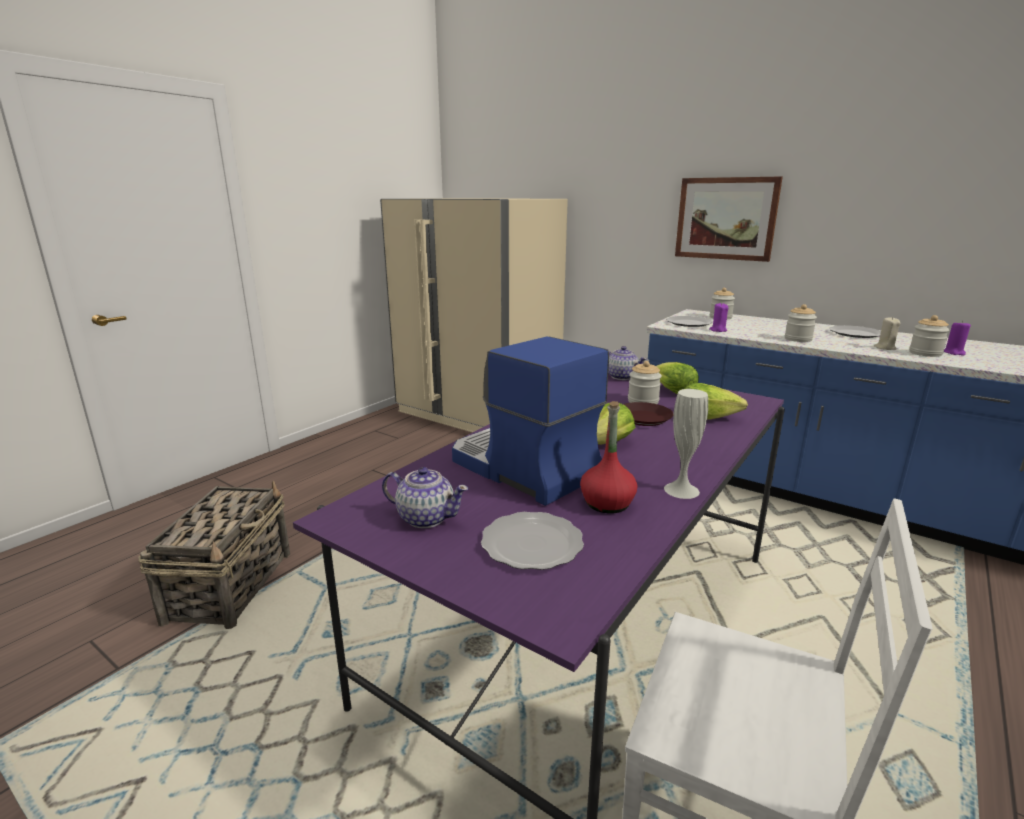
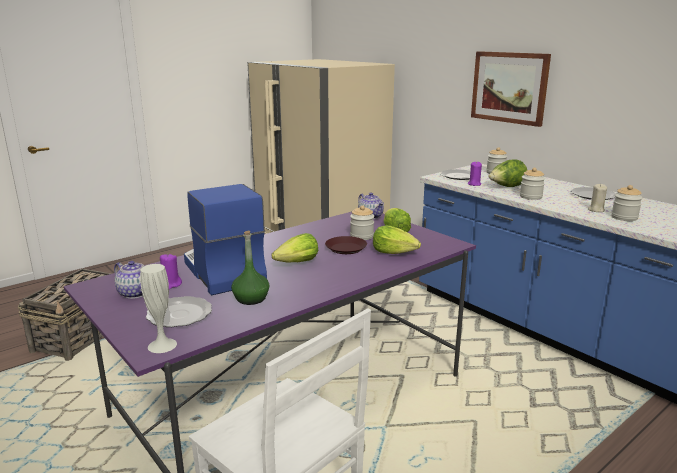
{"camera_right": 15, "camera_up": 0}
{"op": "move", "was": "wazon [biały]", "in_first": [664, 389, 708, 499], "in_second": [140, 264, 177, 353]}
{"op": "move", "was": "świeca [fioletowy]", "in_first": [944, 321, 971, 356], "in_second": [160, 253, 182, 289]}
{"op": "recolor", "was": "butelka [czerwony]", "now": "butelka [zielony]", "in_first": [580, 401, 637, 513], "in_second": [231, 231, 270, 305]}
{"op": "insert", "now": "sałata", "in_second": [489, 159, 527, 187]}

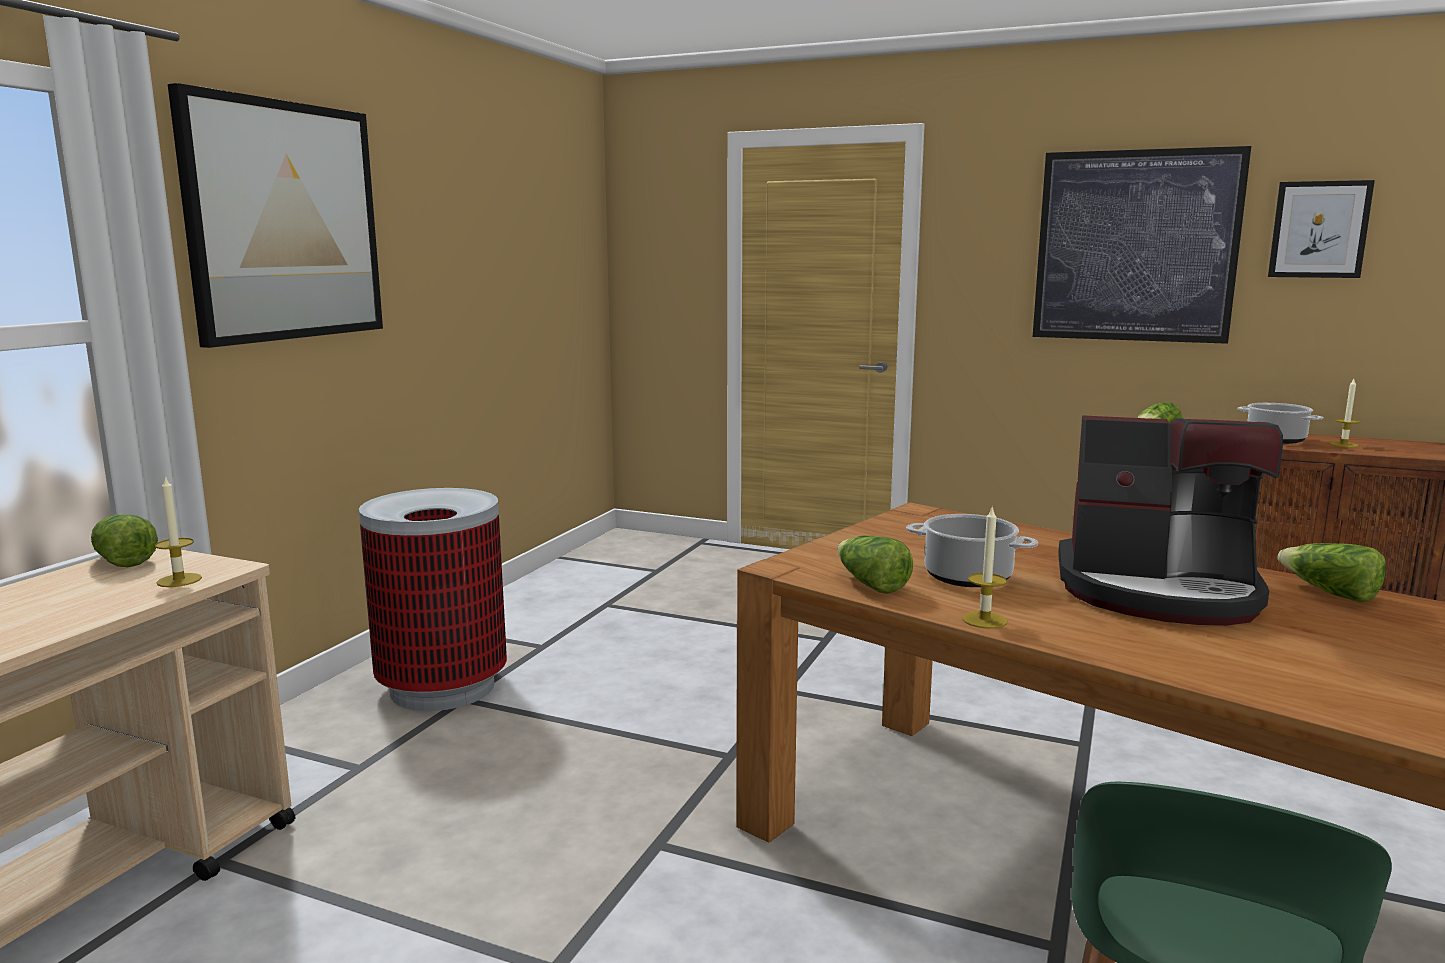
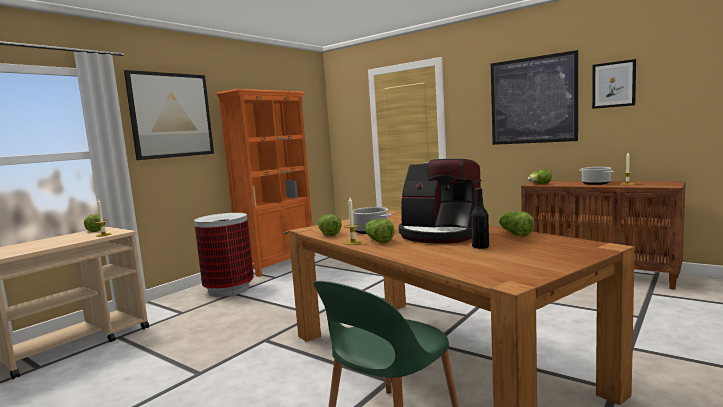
{"camera_right": 15, "camera_up": -5}
{"op": "insert", "now": "regał [pomarańczowy]", "in_second": [216, 89, 315, 277]}
{"op": "insert", "now": "sałata", "in_second": [365, 219, 395, 243]}
{"op": "insert", "now": "butelka [czarny]", "in_second": [471, 188, 489, 249]}

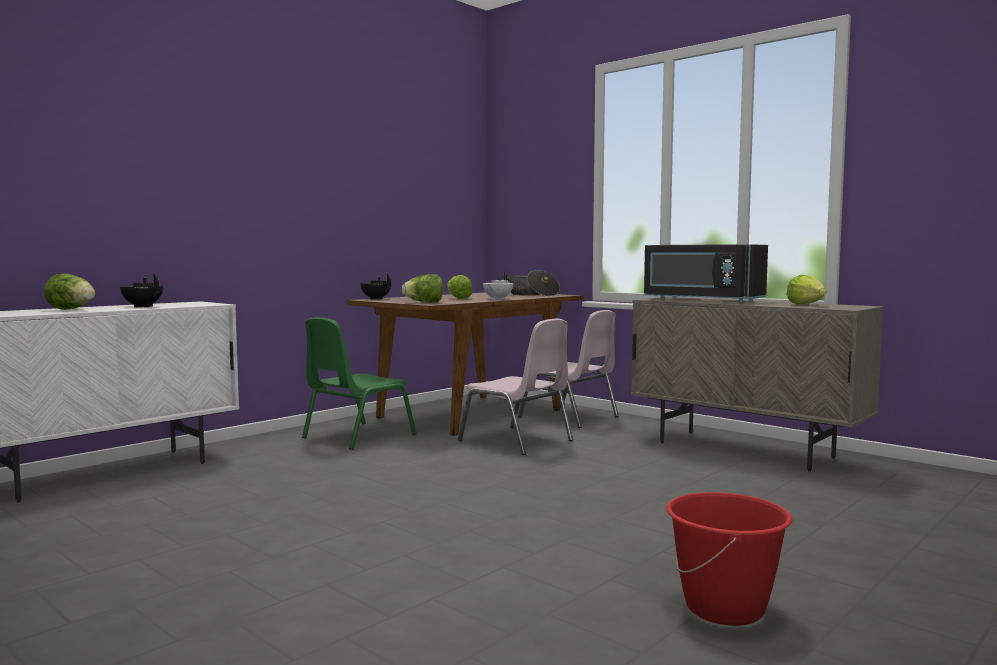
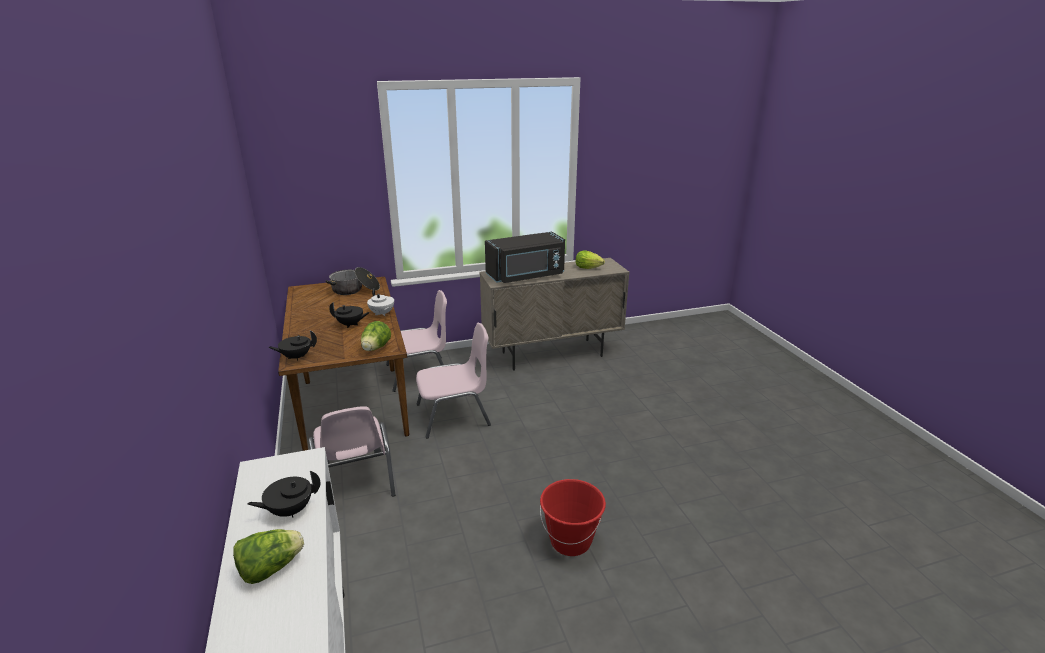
{"camera_right": -60, "camera_up": 20}
{"op": "recolor", "was": "krzesło [zielony]", "now": "krzesło [różowy]", "in_first": [302, 317, 416, 450], "in_second": [309, 406, 395, 497]}
{"op": "replace", "was": "sałata", "now": "imbryk [czarny]", "in_first": [447, 275, 472, 299], "in_second": [329, 302, 370, 328]}
{"op": "move", "was": "wiadro [czerwony]", "in_first": [666, 492, 792, 626], "in_second": [540, 479, 606, 556]}

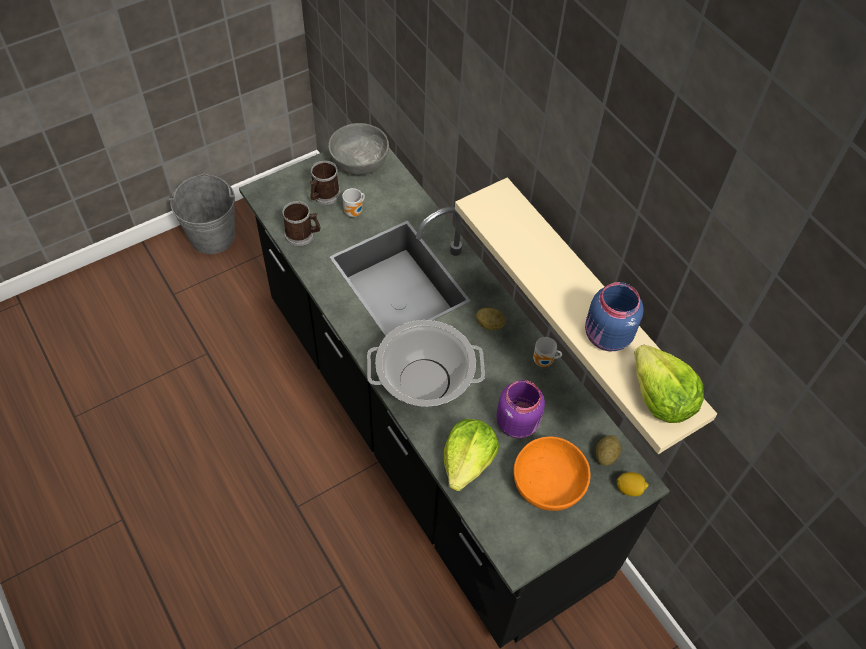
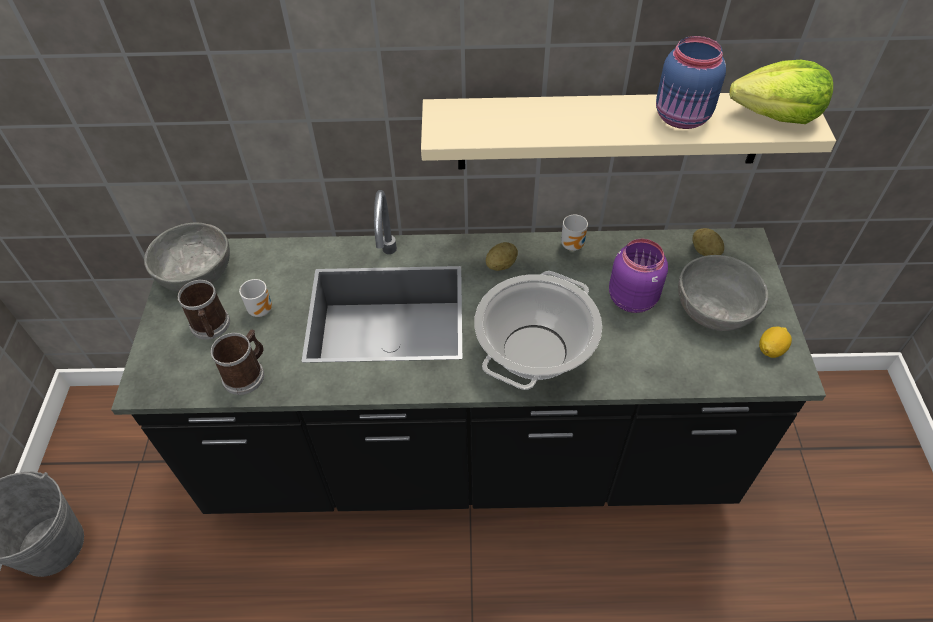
{"camera_right": -55, "camera_up": -5}
{"op": "recolor", "was": "miska [pomarańczowy]", "now": "miska [szary]", "in_first": [513, 437, 590, 511], "in_second": [678, 255, 768, 331]}
{"op": "move", "was": "cytryna", "in_first": [617, 472, 649, 497], "in_second": [759, 327, 792, 358]}
{"op": "delete", "was": "sałata", "in_first": [444, 419, 499, 491]}

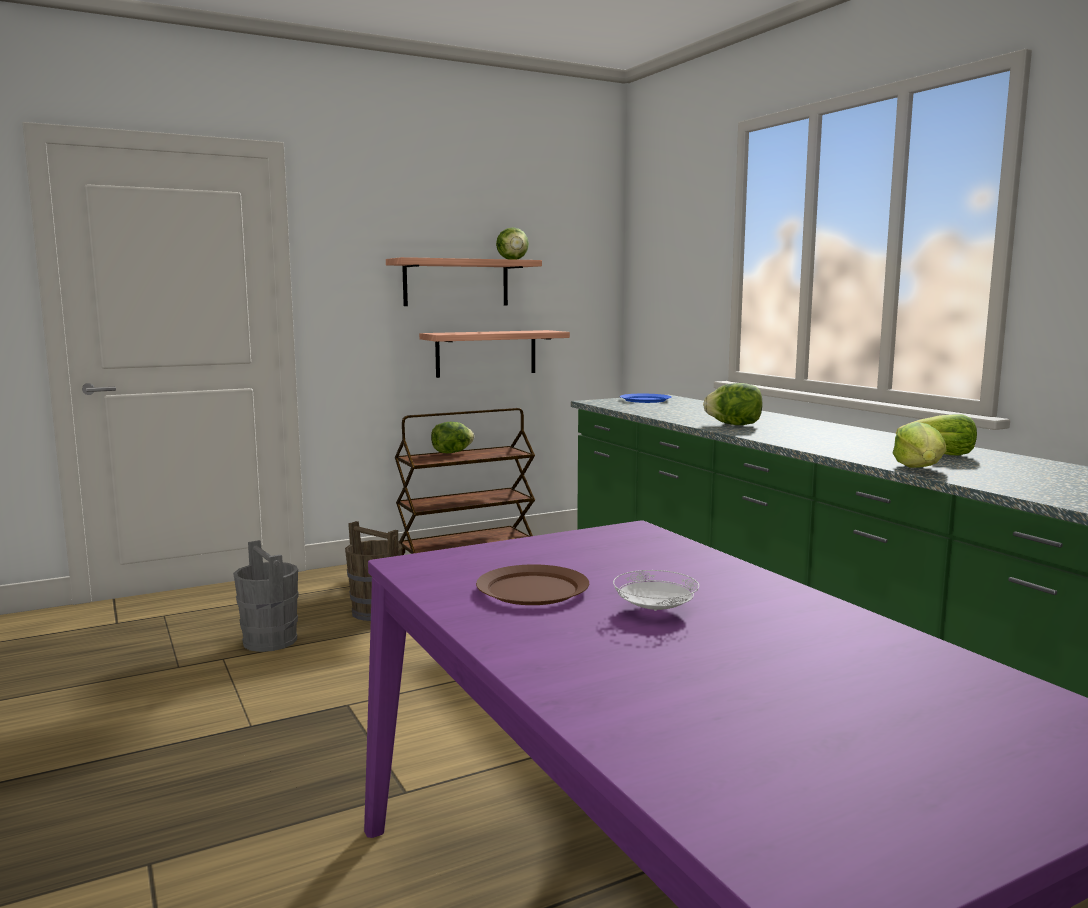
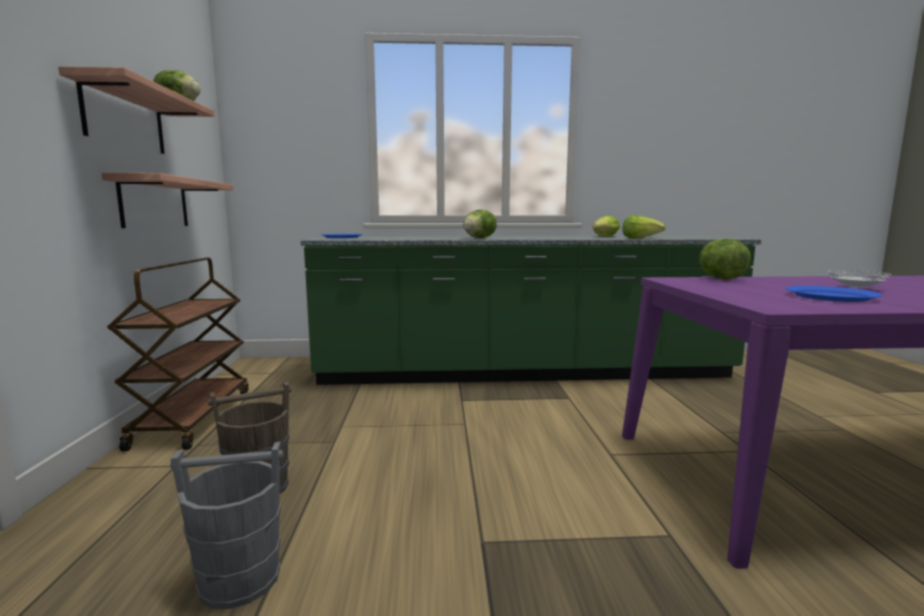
{"camera_right": -65, "camera_up": 0}
{"op": "move", "was": "sałata", "in_first": [431, 422, 474, 453], "in_second": [699, 238, 751, 280]}
{"op": "recolor", "was": "talerz [brązowy]", "now": "talerz [niebieski]", "in_first": [476, 564, 589, 605], "in_second": [786, 286, 883, 302]}

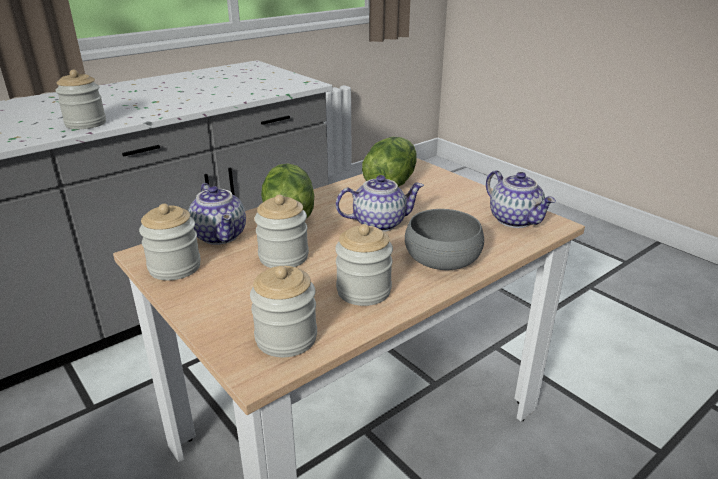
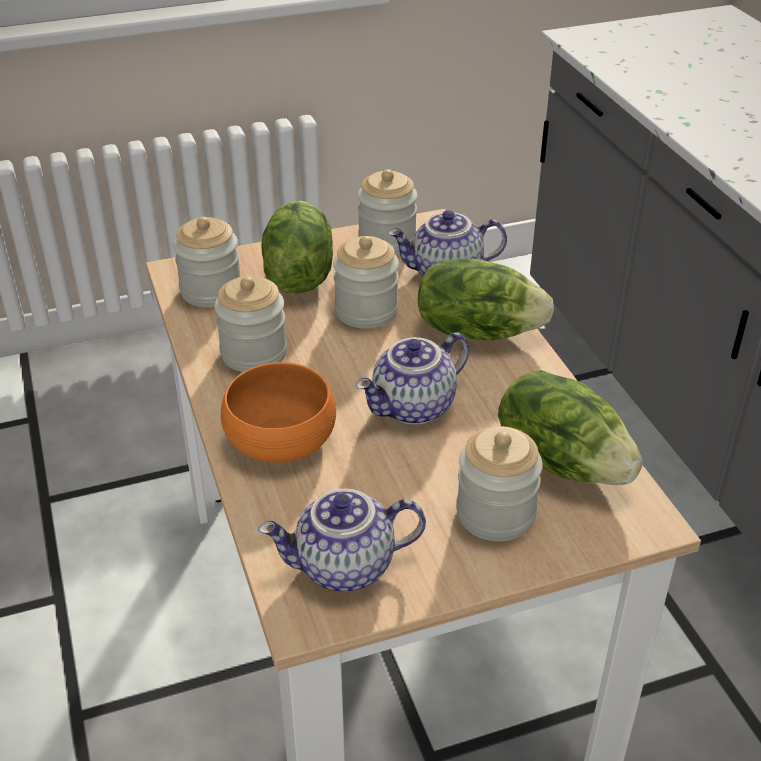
{"camera_right": 110, "camera_up": 10}
{"op": "recolor", "was": "miska [szary]", "now": "miska [pomarańczowy]", "in_first": [405, 209, 484, 270], "in_second": [221, 362, 336, 463]}
{"op": "insert", "now": "sałata", "in_second": [261, 201, 333, 293]}
{"op": "rotate", "was": "imbryk", "in_first": [336, 175, 424, 232], "in_second": [356, 332, 469, 425], "clockwise": 45}
{"op": "move", "was": "słoik", "in_first": [55, 70, 106, 129], "in_second": [456, 426, 543, 542]}

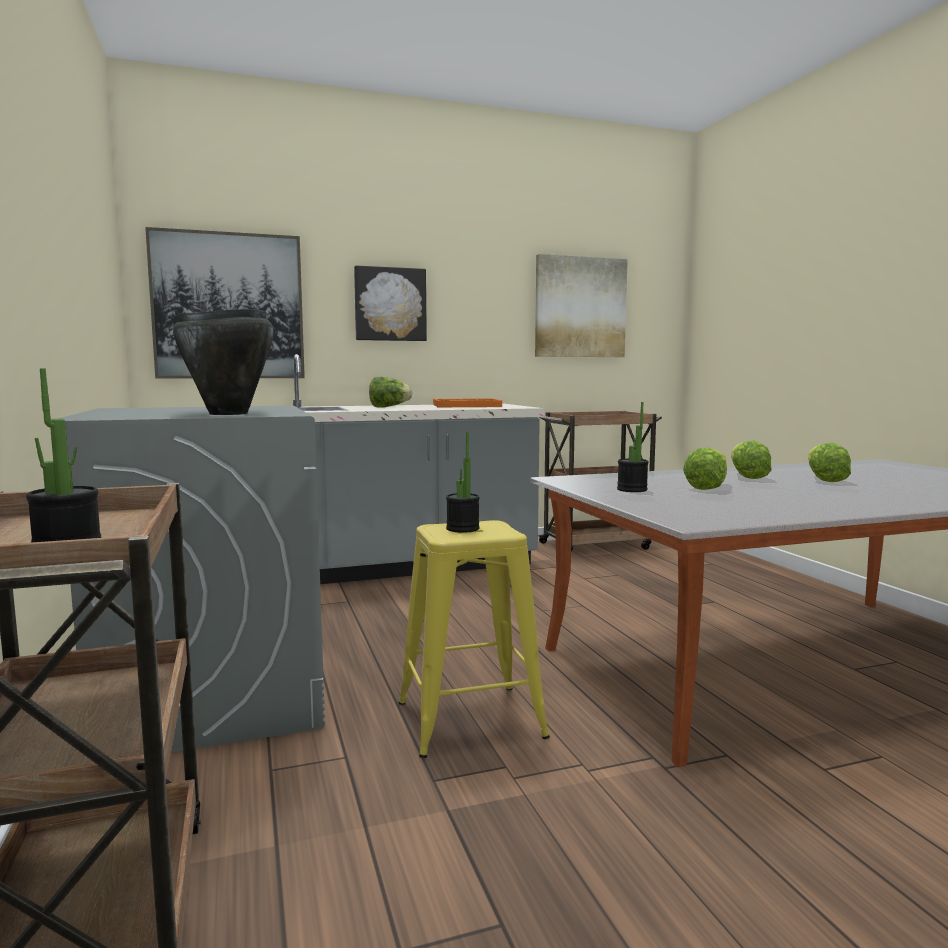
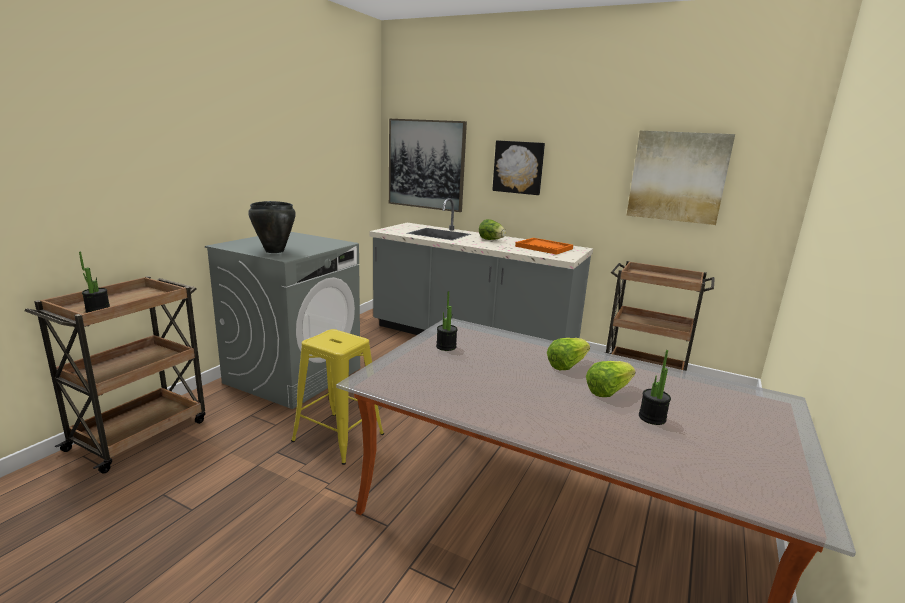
{"camera_right": 45, "camera_up": 10}
{"op": "move", "was": "roślina doniczkowa", "in_first": [446, 431, 480, 533], "in_second": [639, 350, 671, 425]}
{"op": "delete", "was": "sałata", "in_first": [683, 448, 727, 490]}

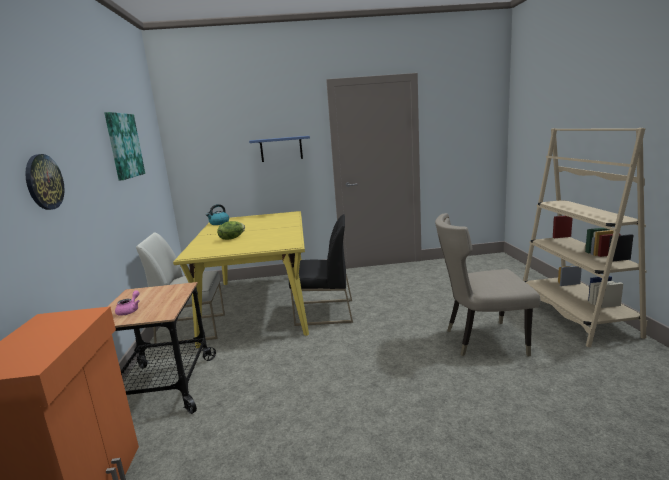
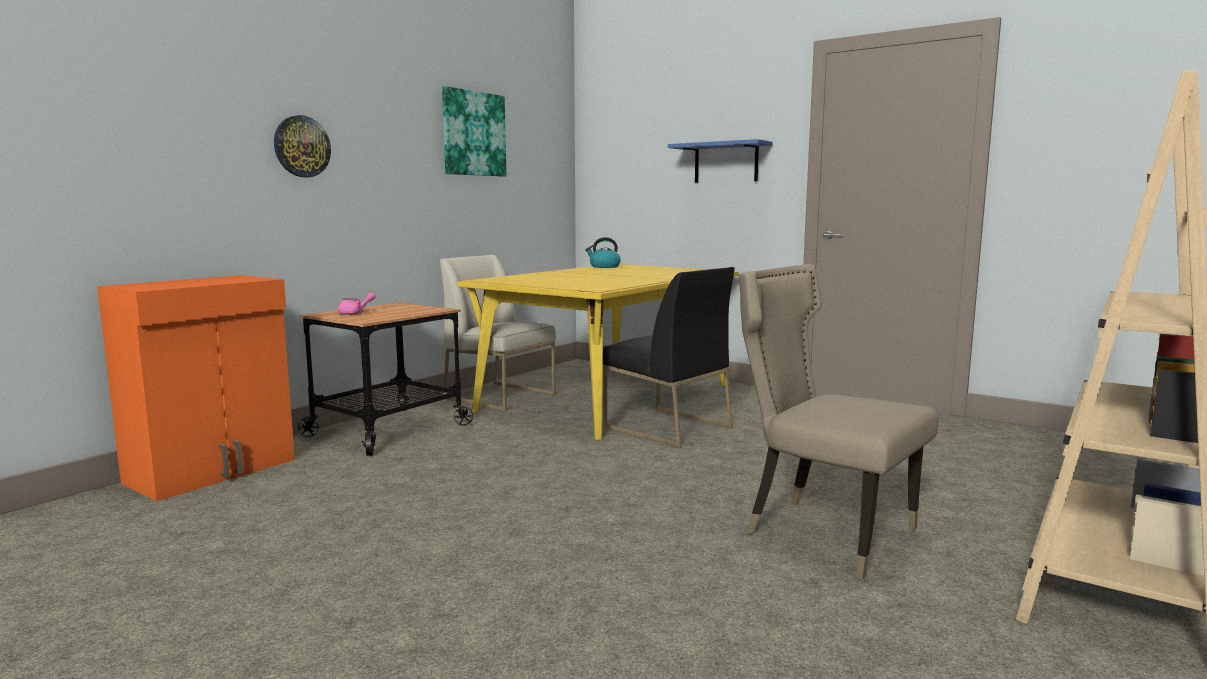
{"camera_right": 40, "camera_up": -5}
{"op": "delete", "was": "sałata", "in_first": [217, 221, 245, 240]}

